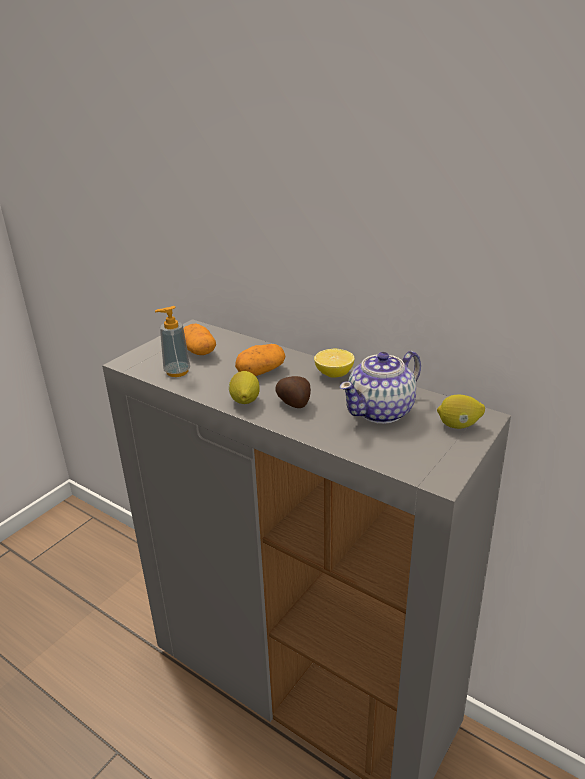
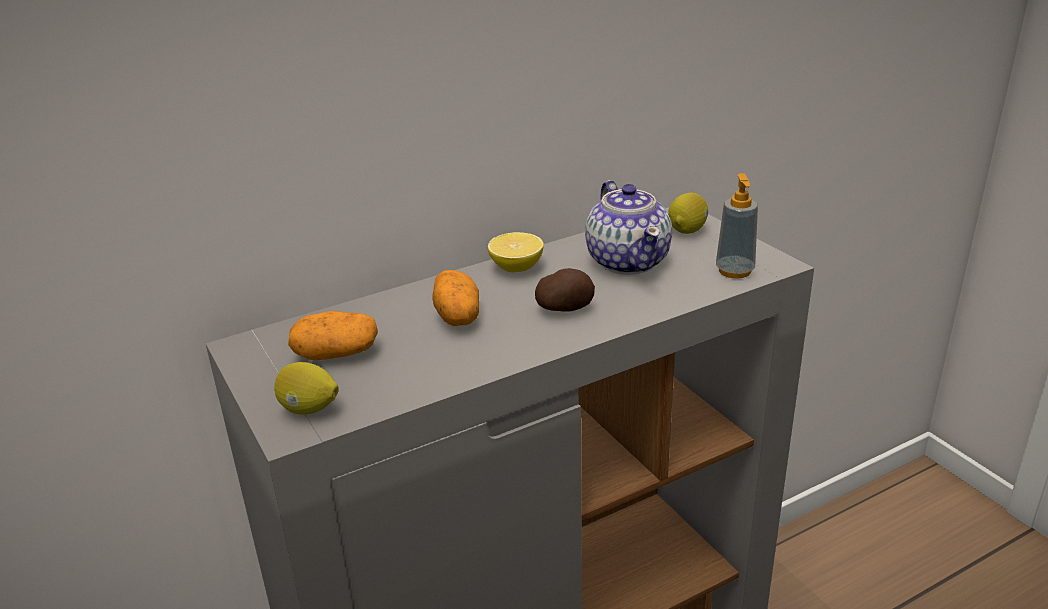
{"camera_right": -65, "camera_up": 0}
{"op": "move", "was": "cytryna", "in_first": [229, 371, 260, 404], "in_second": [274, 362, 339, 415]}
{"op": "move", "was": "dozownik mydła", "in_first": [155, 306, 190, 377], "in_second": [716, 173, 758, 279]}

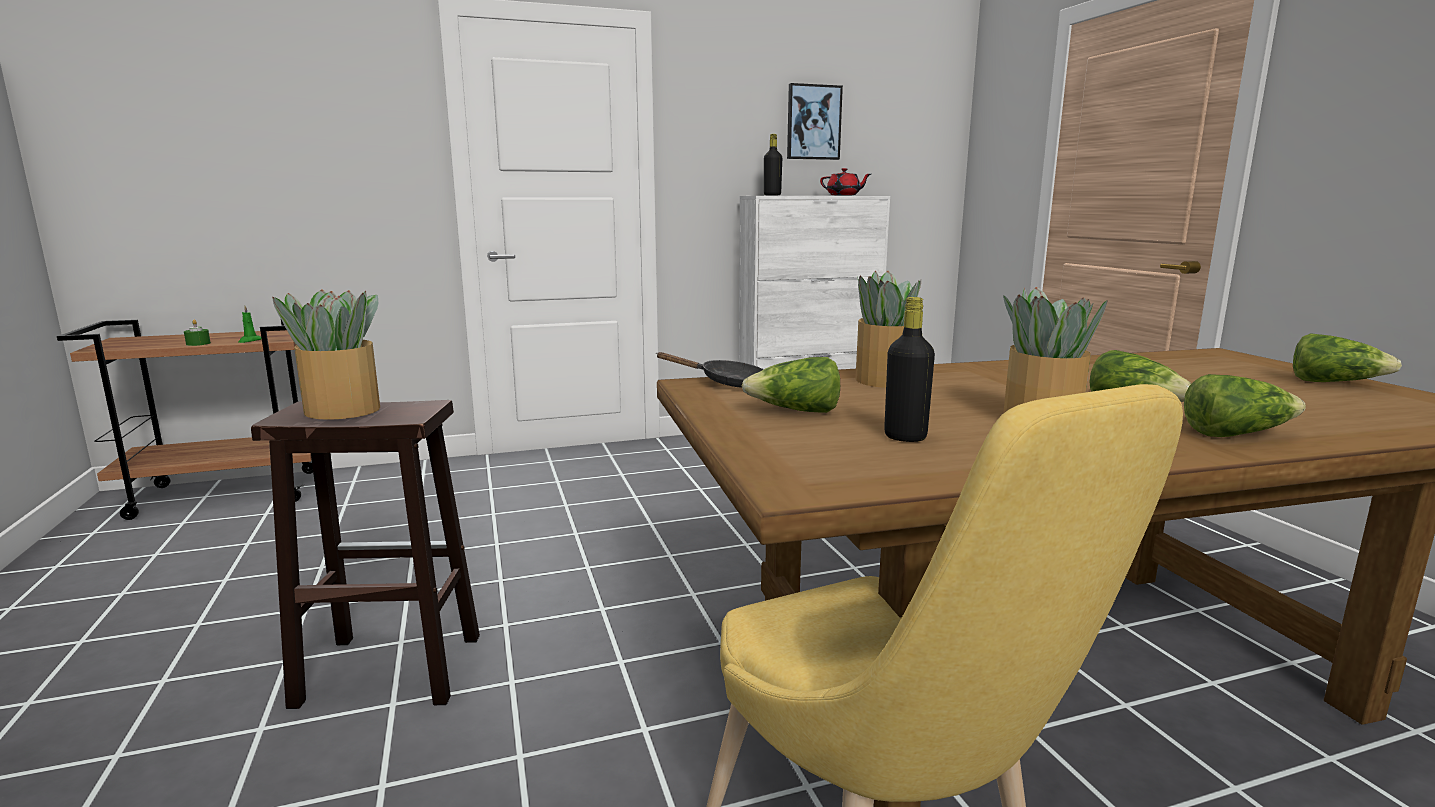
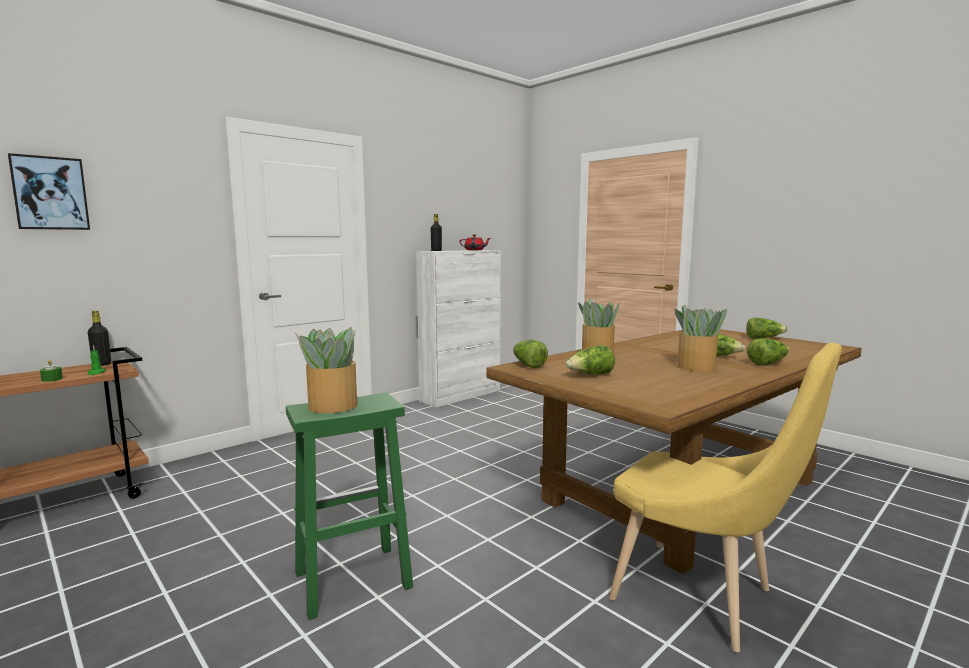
{"camera_right": -25, "camera_up": -5}
{"op": "move", "was": "obraz", "in_first": [787, 83, 843, 160], "in_second": [8, 153, 90, 230]}
{"op": "move", "was": "butelka [czarny]", "in_first": [884, 297, 935, 442], "in_second": [88, 311, 111, 366]}
{"op": "recolor", "was": "stołek [brązowy]", "now": "stołek [zielony]", "in_first": [251, 400, 480, 709], "in_second": [286, 392, 413, 620]}
{"op": "replace", "was": "patelnia [czarny]", "now": "sałata", "in_first": [657, 352, 764, 388], "in_second": [513, 340, 548, 368]}

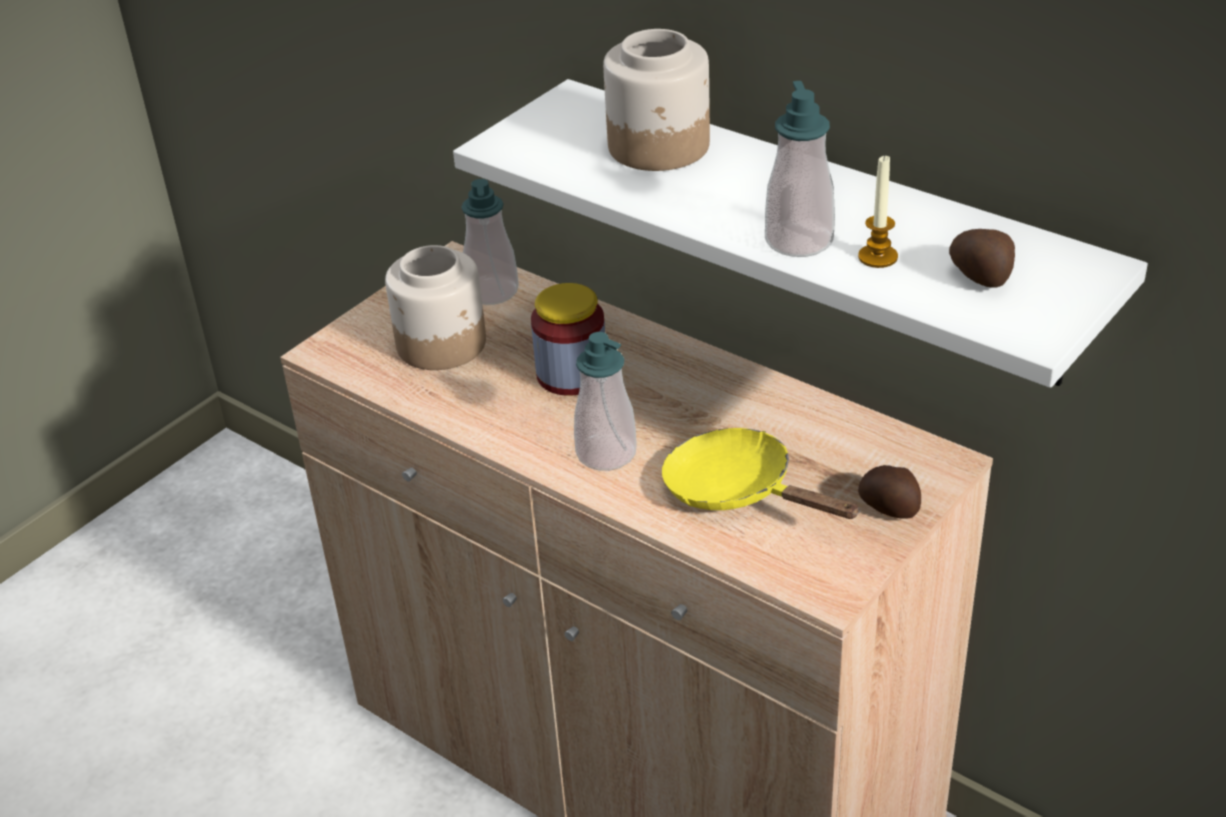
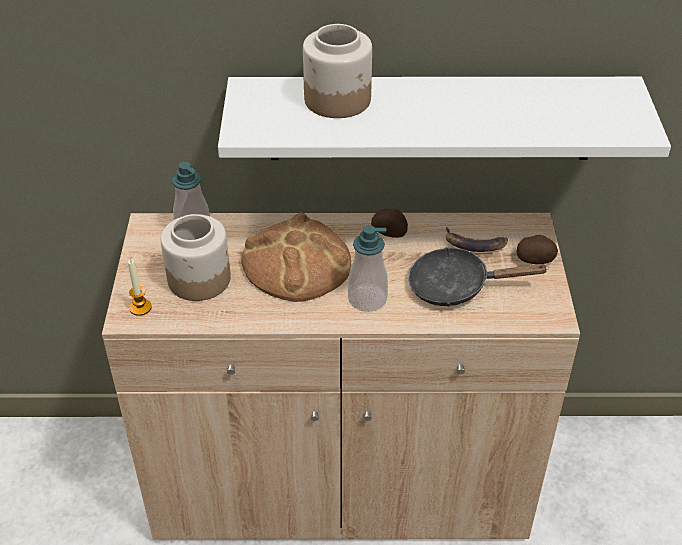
{"camera_right": -40, "camera_up": 5}
{"op": "move", "was": "świeca", "in_first": [858, 155, 898, 268], "in_second": [128, 259, 152, 316]}
{"op": "replace", "was": "słoik", "now": "chleb", "in_first": [531, 283, 605, 396], "in_second": [241, 213, 351, 302]}
{"op": "move", "was": "ziemniak", "in_first": [949, 229, 1015, 288], "in_second": [371, 209, 408, 238]}
{"op": "recolor", "was": "patelnia [żółty]", "now": "patelnia [czarny]", "in_first": [662, 428, 860, 519], "in_second": [408, 247, 549, 306]}
{"op": "insert", "now": "banan", "in_second": [446, 227, 508, 252]}
{"op": "delete", "was": "dozownik mydła", "in_first": [765, 81, 835, 257]}

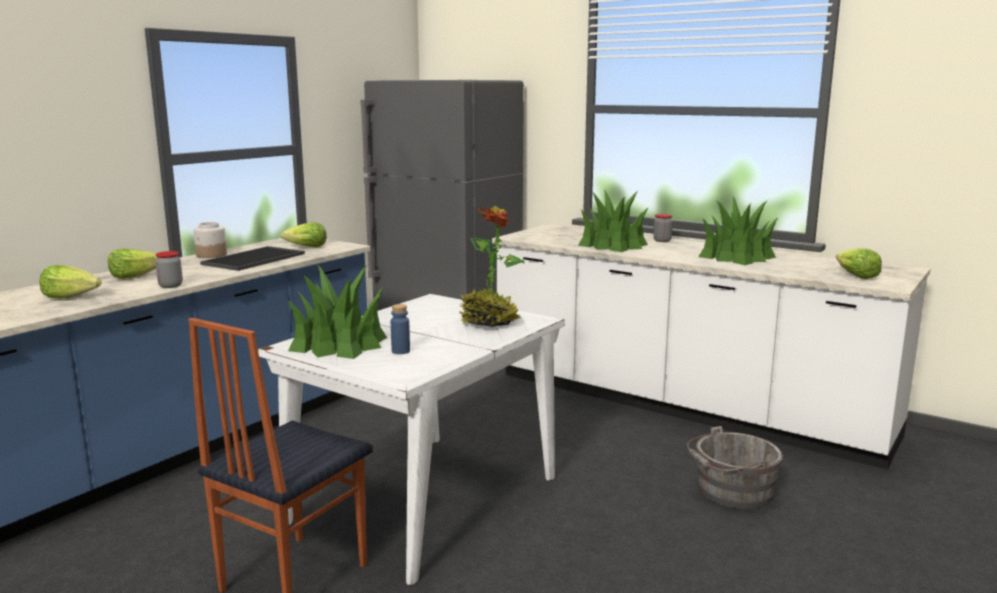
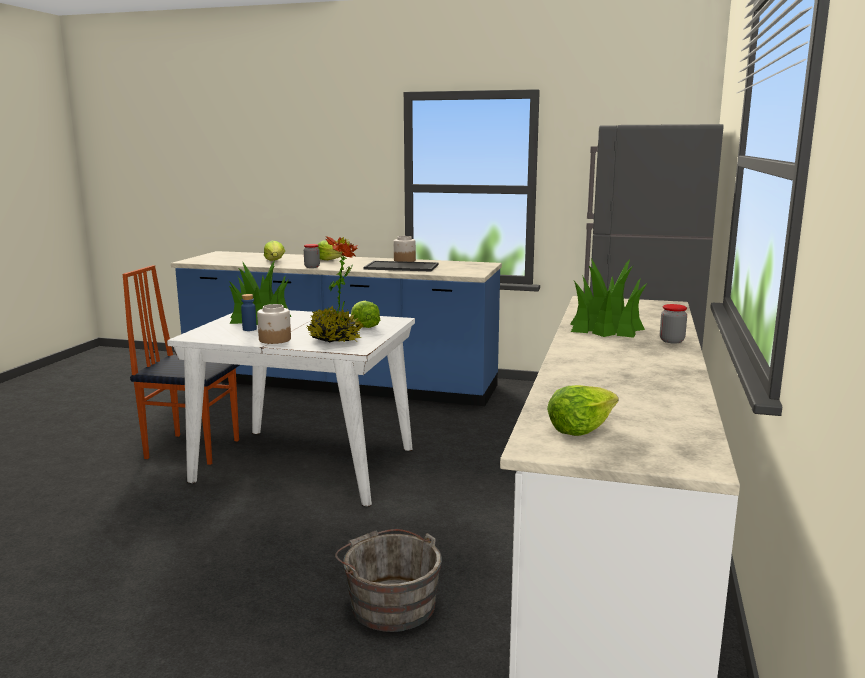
{"camera_right": 70, "camera_up": 0}
{"op": "insert", "now": "słoik", "in_second": [257, 304, 291, 344]}
{"op": "move", "was": "sałata", "in_first": [281, 222, 327, 247], "in_second": [351, 301, 380, 328]}
{"op": "delete", "was": "roślina doniczkowa", "in_first": [698, 196, 778, 265]}

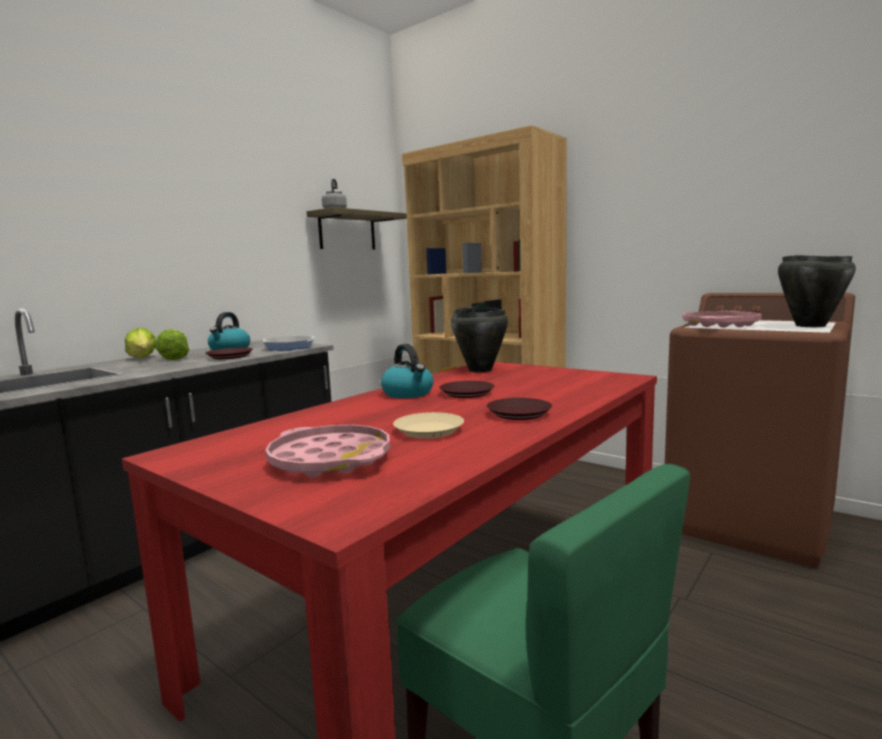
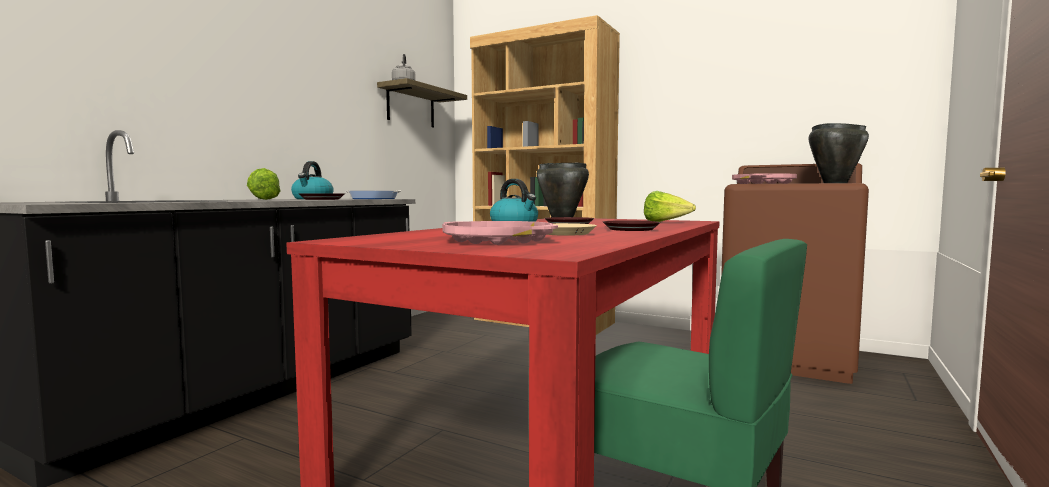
{"camera_right": -10, "camera_up": -5}
{"op": "move", "was": "sałata", "in_first": [125, 328, 156, 358], "in_second": [644, 191, 696, 222]}

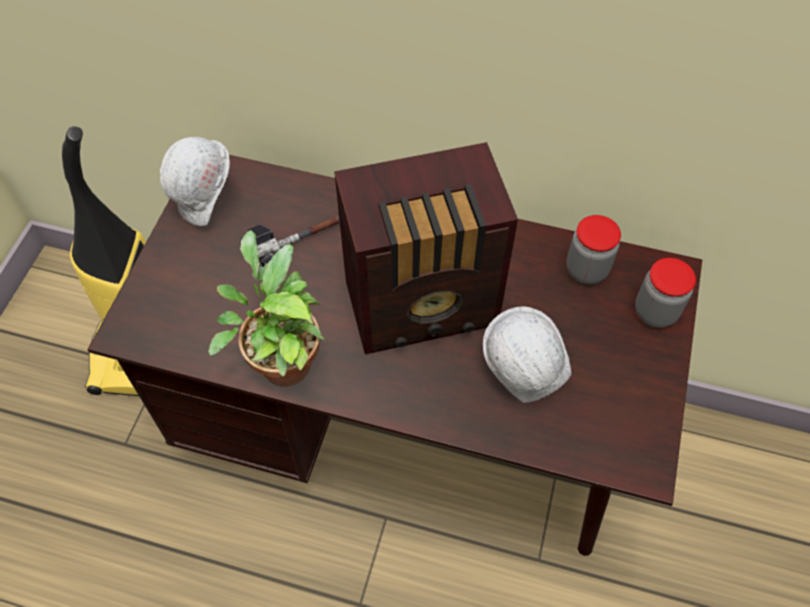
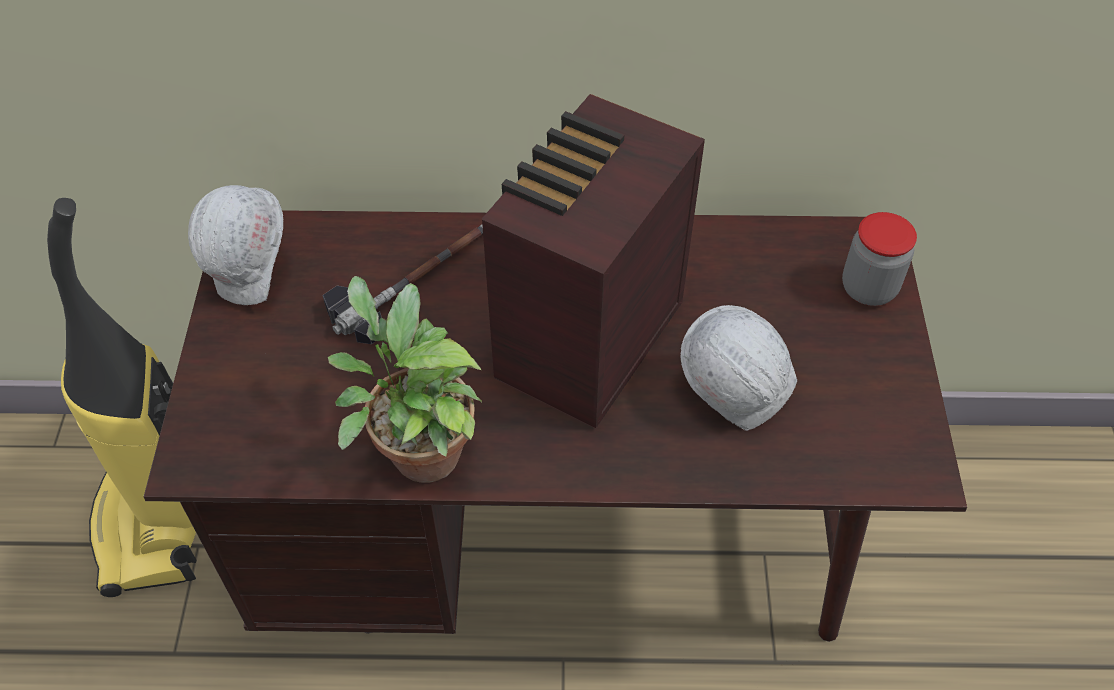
{"camera_right": -15, "camera_up": -5}
{"op": "rotate", "was": "radio", "in_first": [334, 142, 518, 354], "in_second": [482, 94, 705, 429], "clockwise": 150}
{"op": "delete", "was": "słoik", "in_first": [566, 215, 621, 284]}

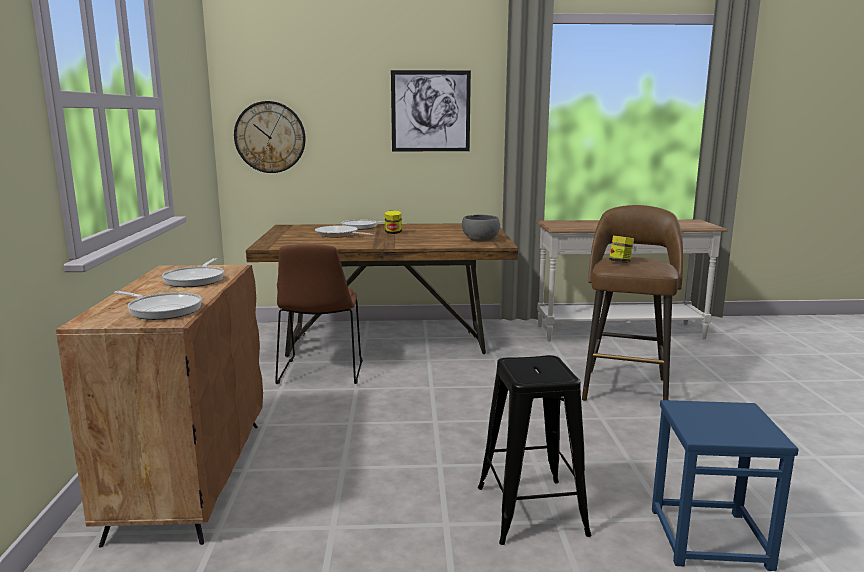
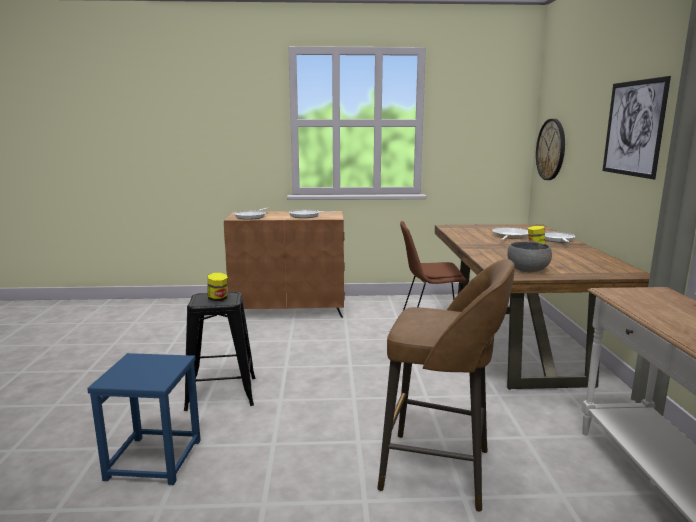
{"camera_right": 90, "camera_up": 0}
{"op": "move", "was": "słoik", "in_first": [609, 236, 634, 263], "in_second": [207, 273, 228, 301]}

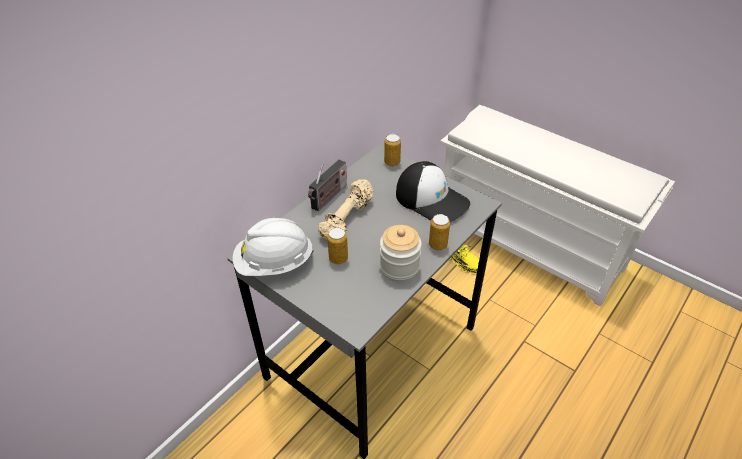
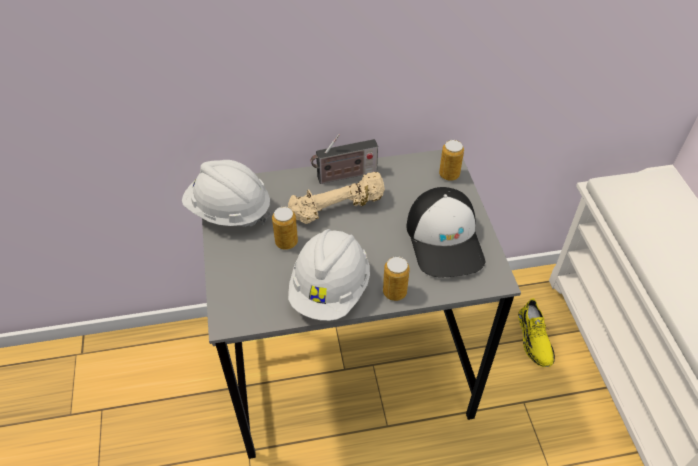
{"camera_right": 40, "camera_up": 5}
{"op": "replace", "was": "słoik", "now": "kask [biały]", "in_first": [380, 225, 422, 282], "in_second": [288, 229, 370, 321]}

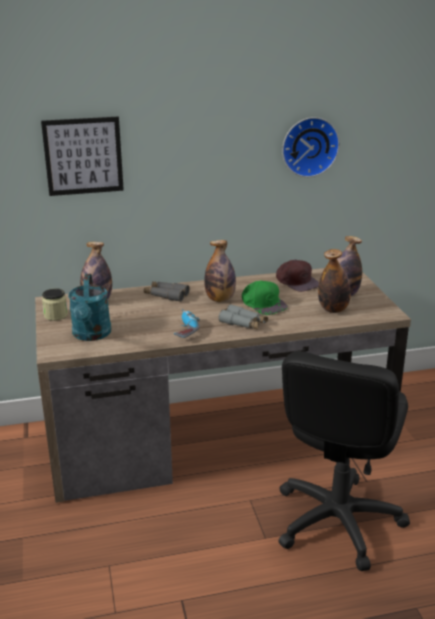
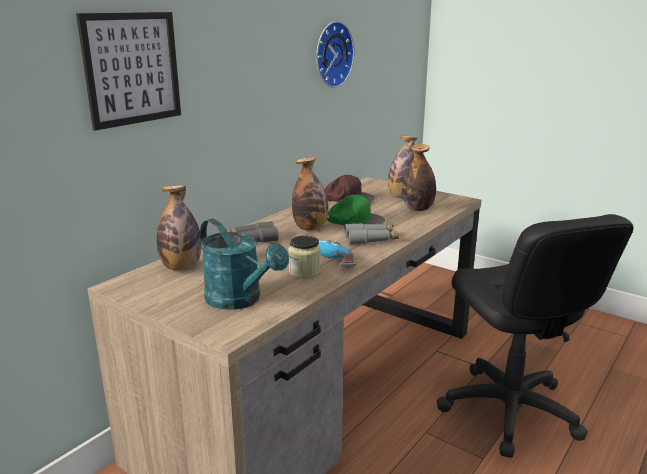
{"camera_right": -40, "camera_up": -5}
{"op": "move", "was": "słoik", "in_first": [42, 288, 68, 321], "in_second": [288, 235, 321, 278]}

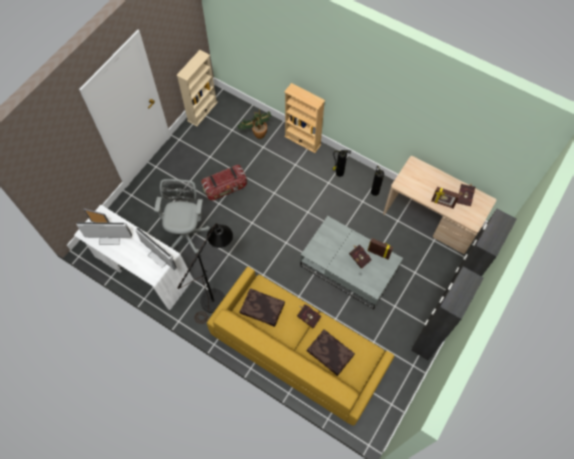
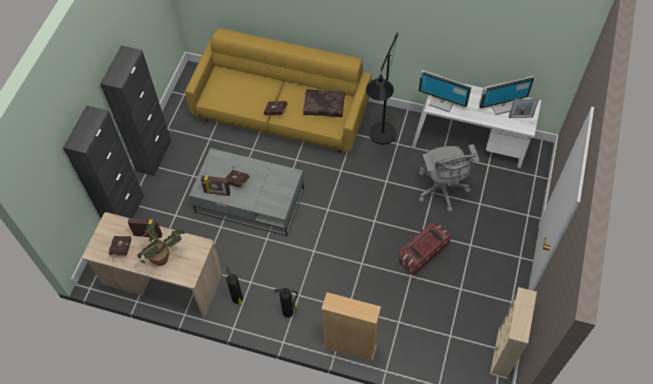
{"camera_right": 165, "camera_up": -5}
{"op": "move", "was": "roślina doniczkowa", "in_first": [237, 109, 271, 139], "in_second": [137, 223, 185, 266]}
{"op": "delete", "was": "poduszka [brązowy]", "in_first": [307, 330, 355, 376]}

